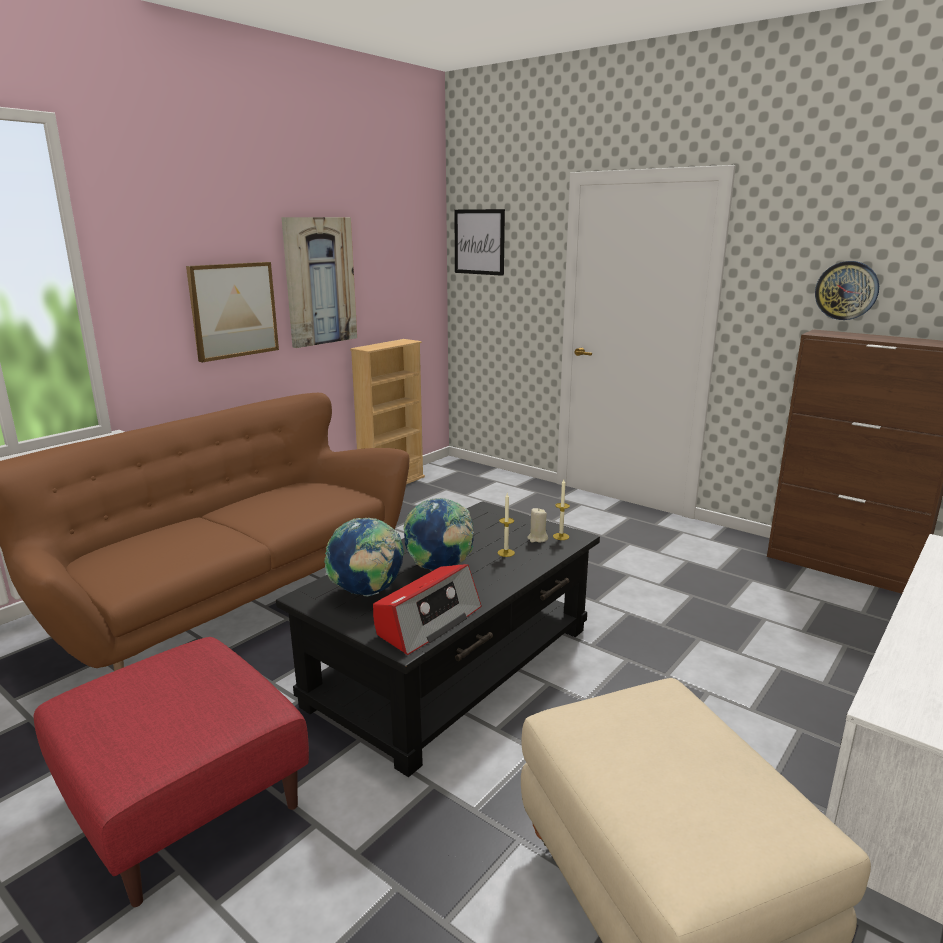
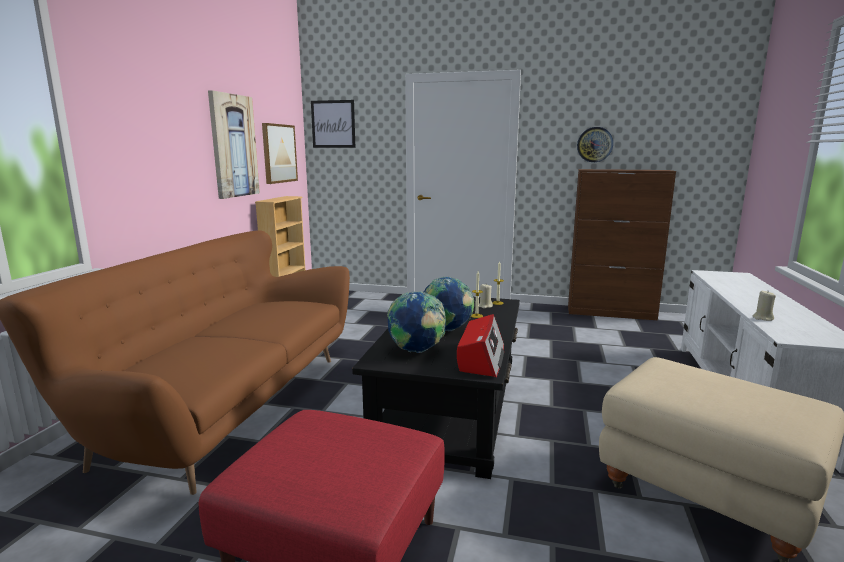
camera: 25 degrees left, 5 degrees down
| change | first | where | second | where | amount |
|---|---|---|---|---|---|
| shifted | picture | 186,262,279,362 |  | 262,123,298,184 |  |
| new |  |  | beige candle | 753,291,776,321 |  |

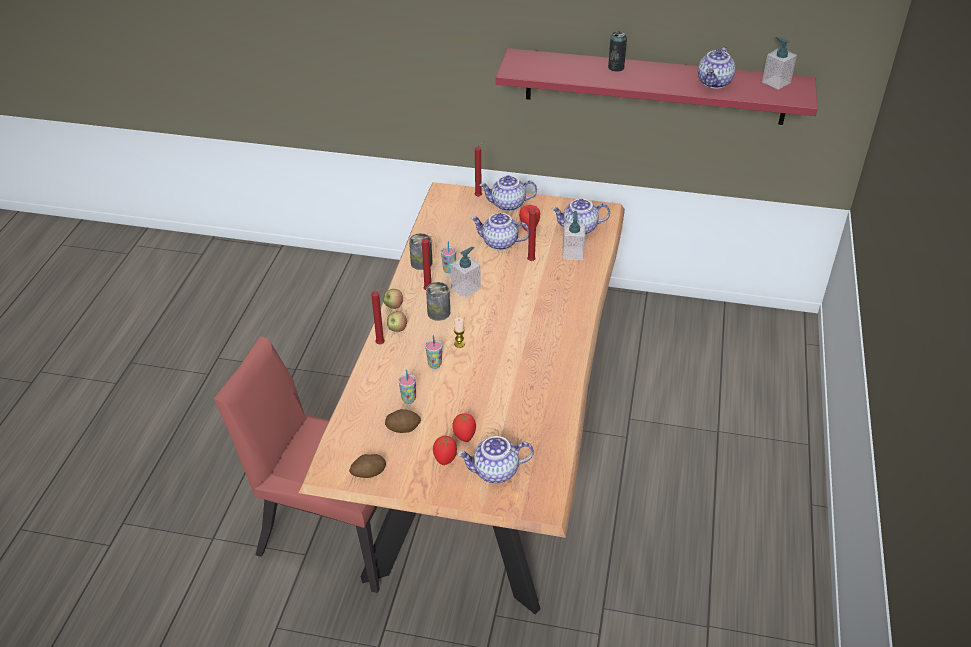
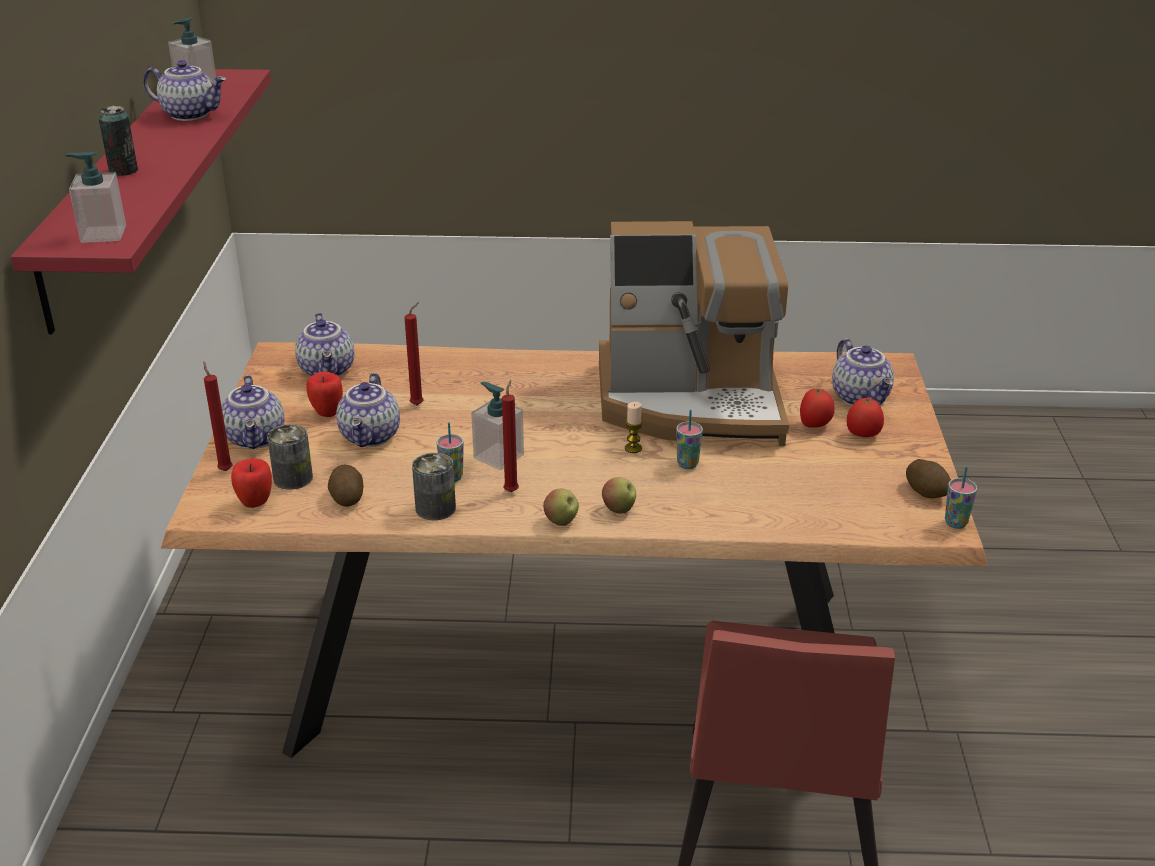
camera: 100 degrees left, 10 degrees down
| change | first | where | second | where | amount |
|---|---|---|---|---|---|
| shifted | soap dispenser | 563,211,585,260 |  | 66,151,126,243 |  |
| shifted | can | 426,282,450,321 |  | 267,424,313,490 |  |
| gone | red candle | 371,288,385,344 |  |  |  |
| shifted | cup | 399,370,416,404 |  | 945,466,977,529 |  |
| shifted | potato | 385,409,421,433 |  | 328,465,364,507 |  |
| new |  |  | coffee machine | 599,221,789,446 |  |
| new |  |  | apple | 231,458,272,508 |  |

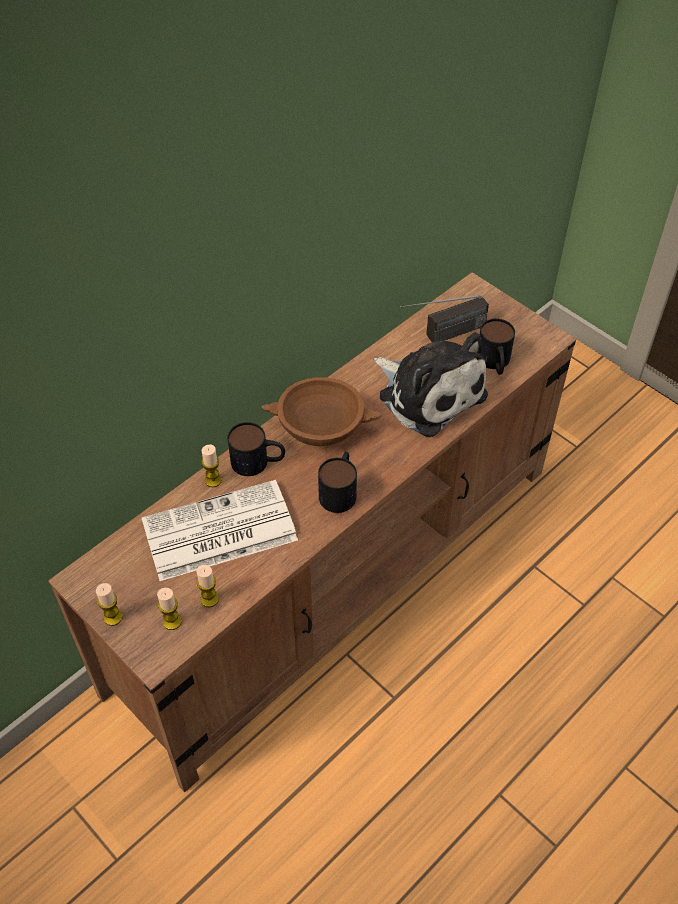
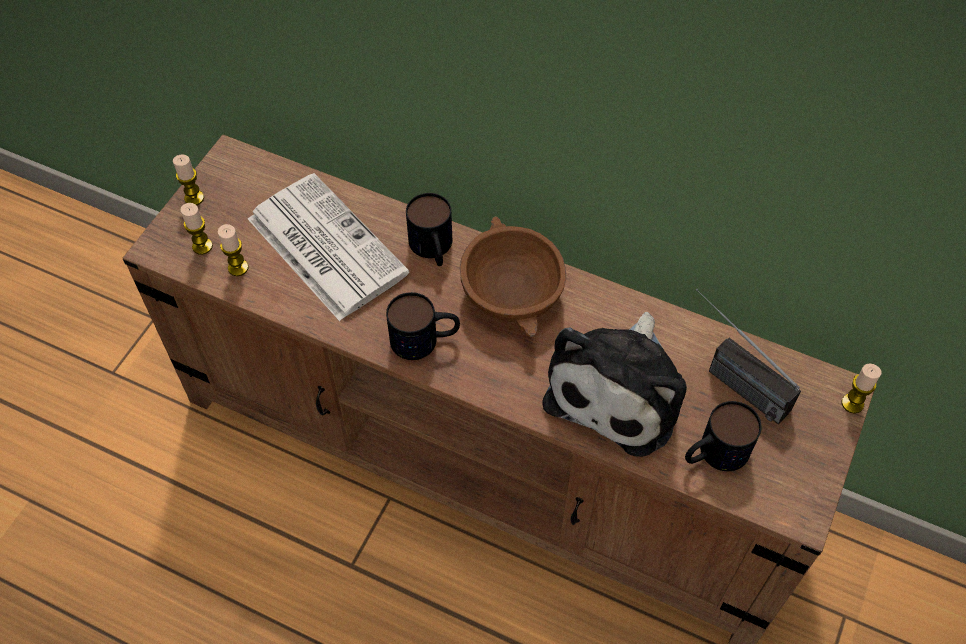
camera: 70 degrees right, 5 degrees up
| change | first | where | second | where | amount |
|---|---|---|---|---|---|
| shifted | candle | 201,445,222,487 |  | 842,364,881,414 |  |

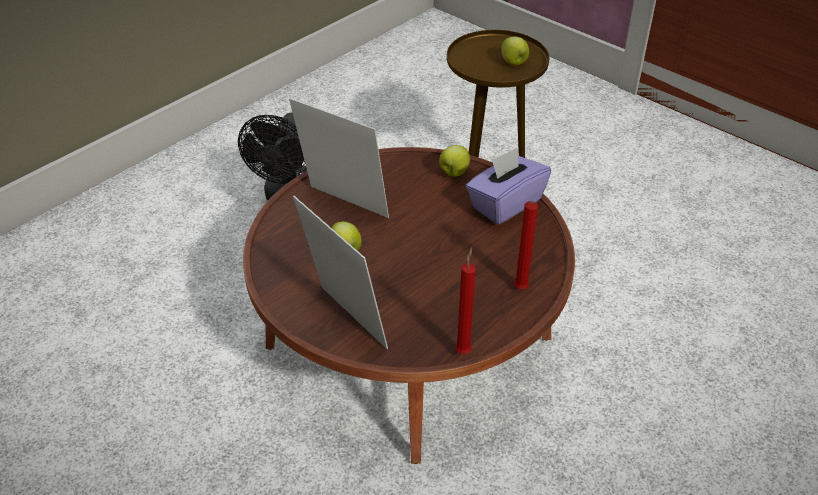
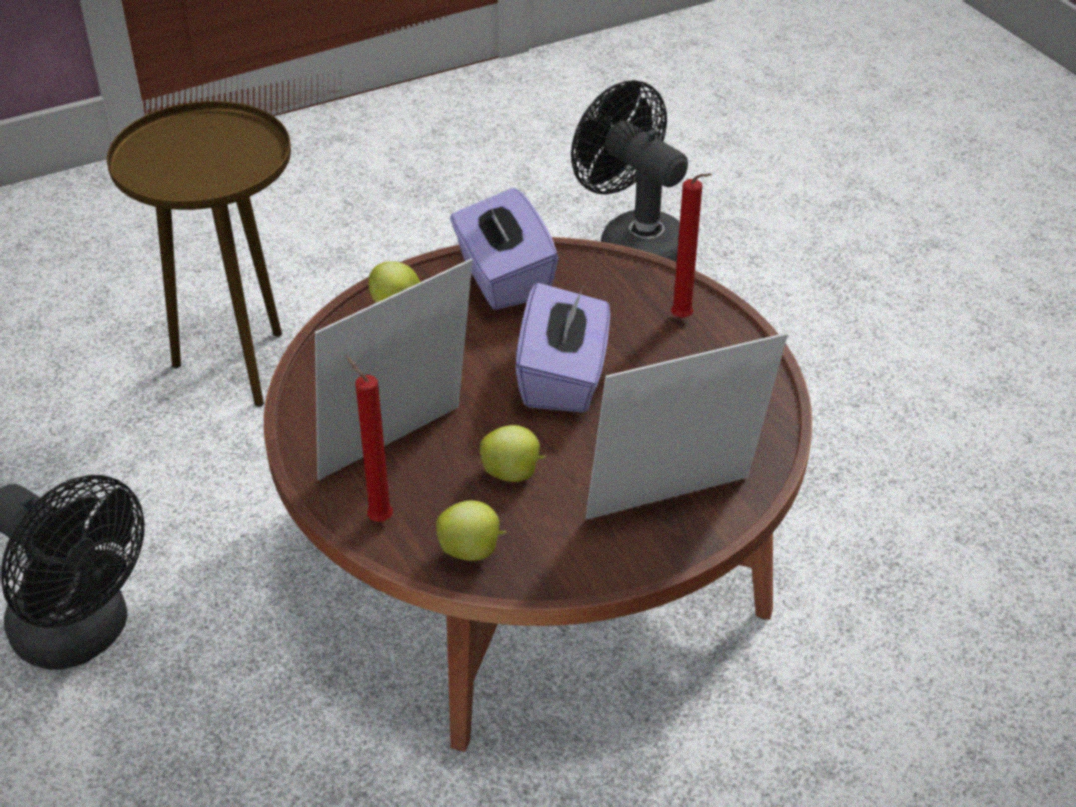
camera: 70 degrees left, 0 degrees up
| change | first | where | second | where | amount |
|---|---|---|---|---|---|
| shifted | apple | 501,37,529,65 |  | 436,500,507,561 |  |
| shifted | red candle | 455,247,476,354 |  | 346,356,393,522 |  |
| new |  |  | black fan | 571,80,688,262 |  |
| new |  |  | purple tissue box | 516,283,610,412 |  |

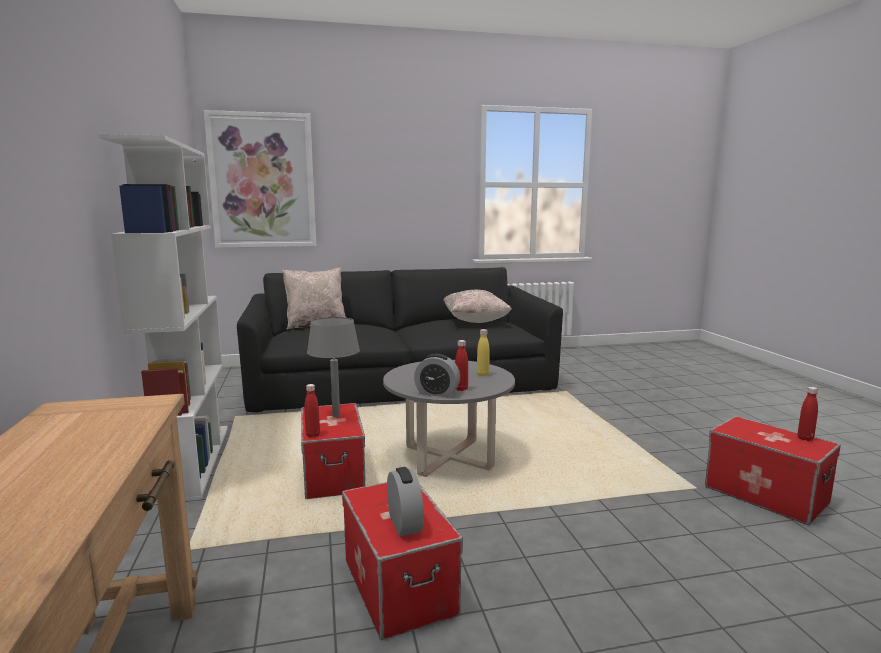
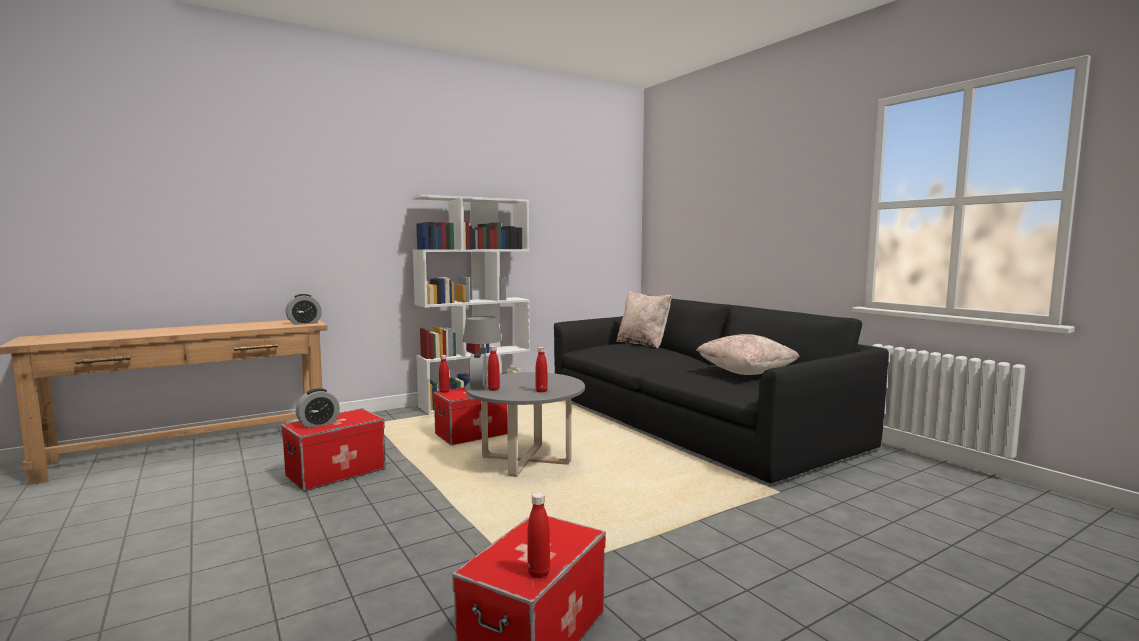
camera: 70 degrees right, 5 degrees down
| change | first | where | second | where | amount |
|---|---|---|---|---|---|
| gone | picture | 204,110,316,248 |  |  |  |
| repainted | yellow bottle | 477,329,490,376 | red bottle | 536,347,548,392 |  |
| new |  |  | alarm clock | 286,294,322,325 |  |

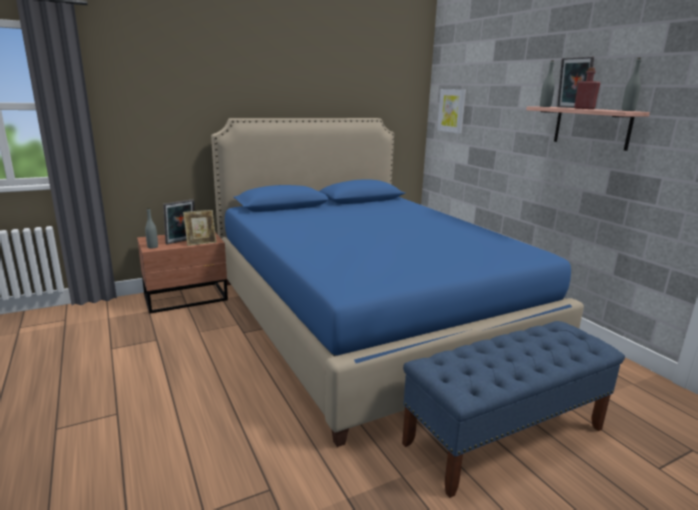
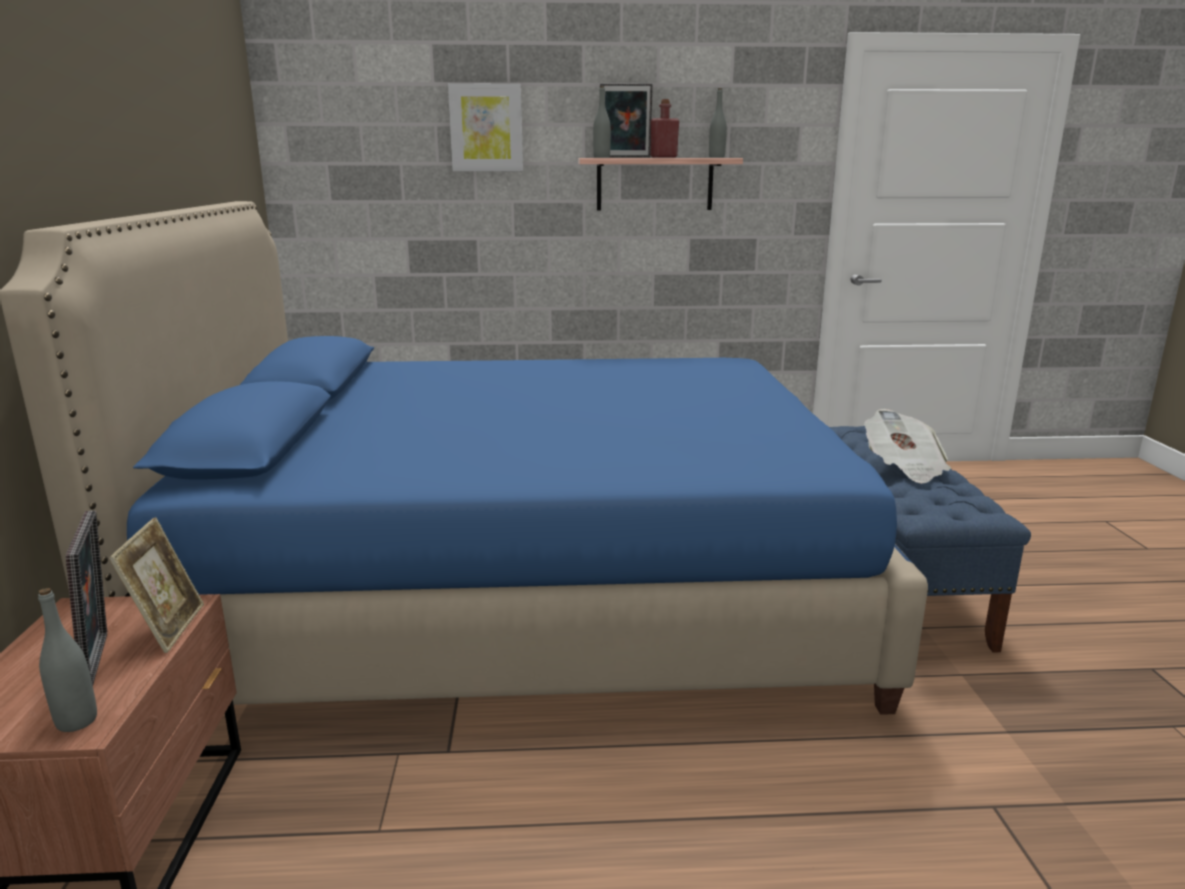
camera: 65 degrees left, 0 degrees up
| change | first | where | second | where | amount |
|---|---|---|---|---|---|
| shifted | picture | 437,89,466,134 |  | 448,83,523,171 |  |
| new |  |  | newspaper | 864,409,951,484 |  |

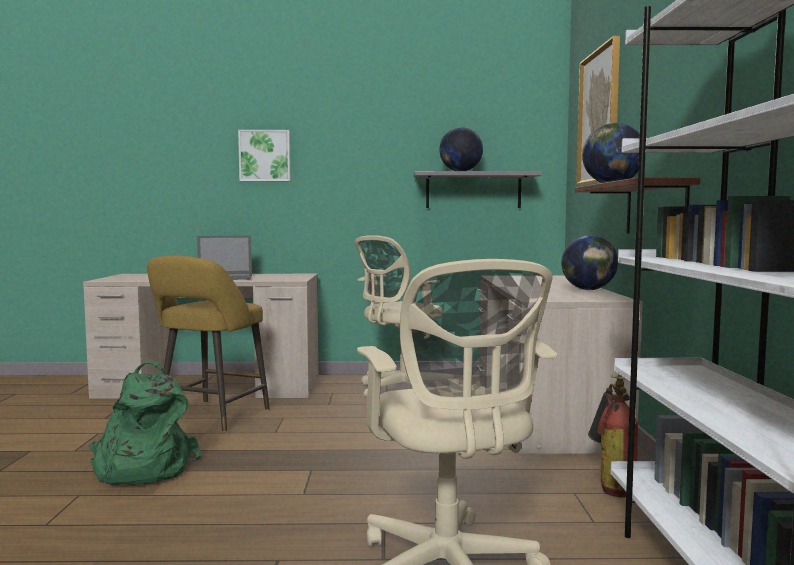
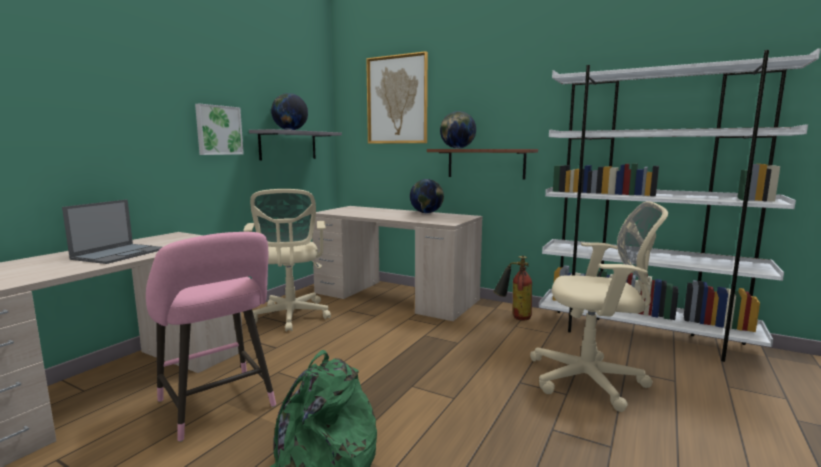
camera: 60 degrees left, 5 degrees up
| change | first | where | second | where | amount |
|---|---|---|---|---|---|
| shifted | picture | 238,130,291,181 |  | 195,104,244,155 |  |
| repainted | yellow stool | 147,256,270,432 | pink stool | 146,232,276,442 |  |

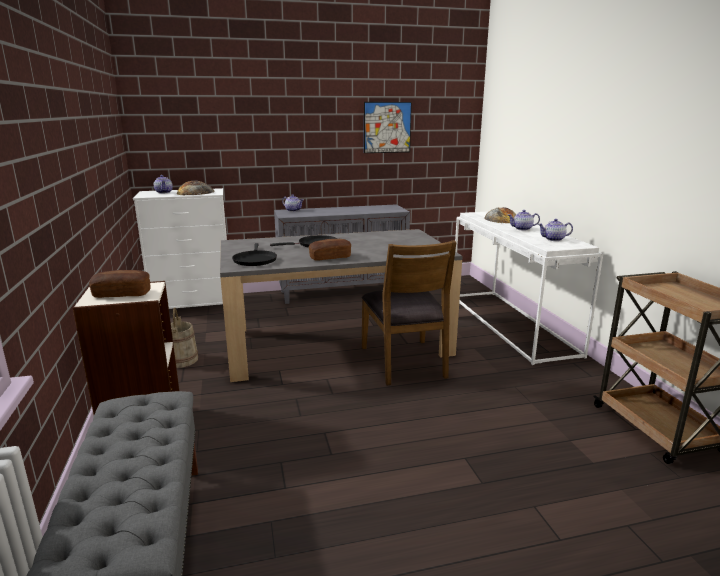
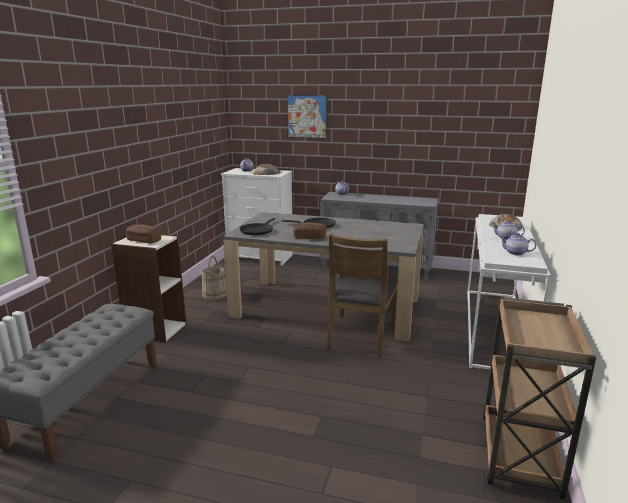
camera: 30 degrees right, 0 degrees up
| change | first | where | second | where | amount |
|---|---|---|---|---|---|
| shifted | picture | 364,102,412,153 |  | 287,95,327,139 |  |

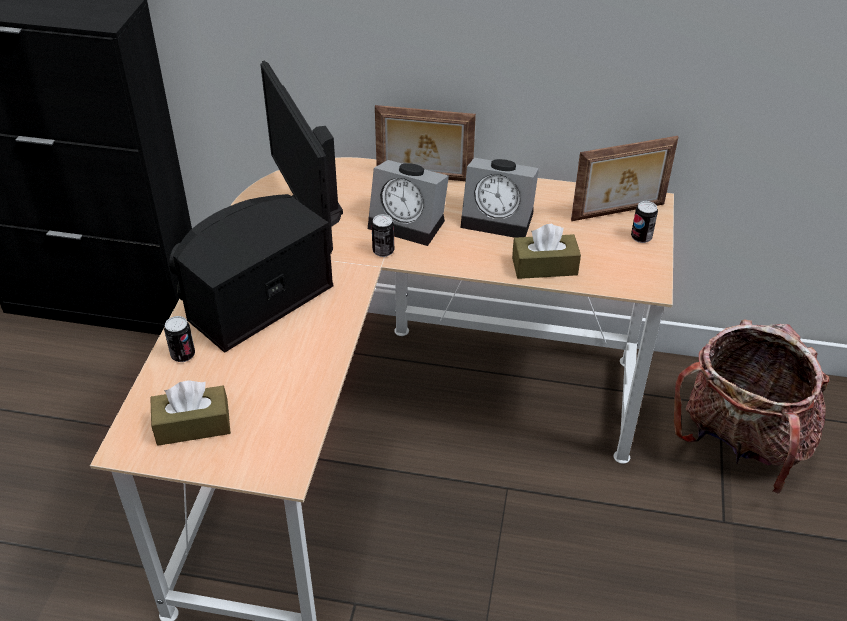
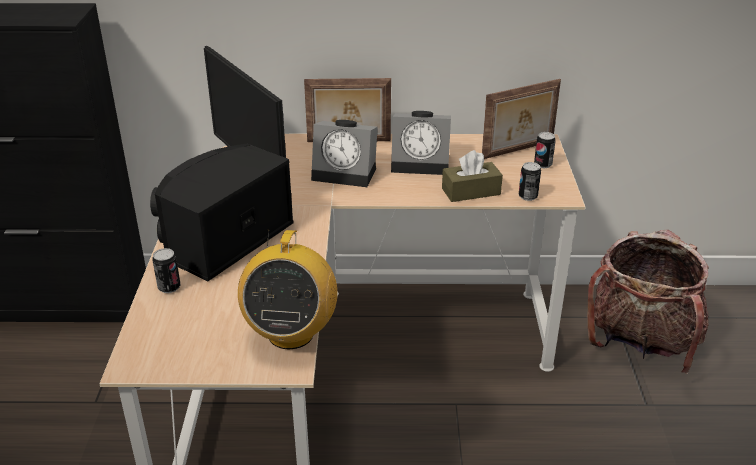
camera: 10 degrees left, 10 degrees down
| change | first | where | second | where | amount |
|---|---|---|---|---|---|
| shifted | can | 371,214,394,257 |  | 519,162,541,201 |  |
| gone | brown tissue box | 150,380,231,446 |  |  |  |
| new |  |  | radio | 238,230,337,349 |  |

